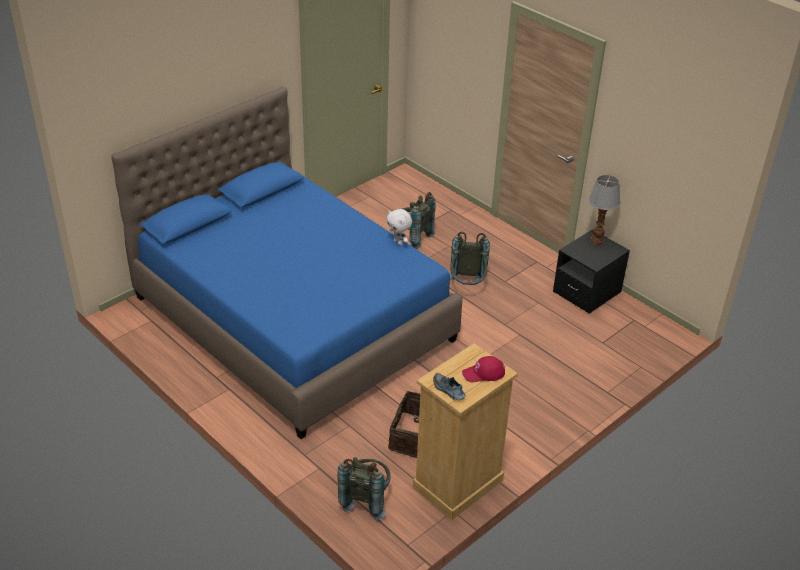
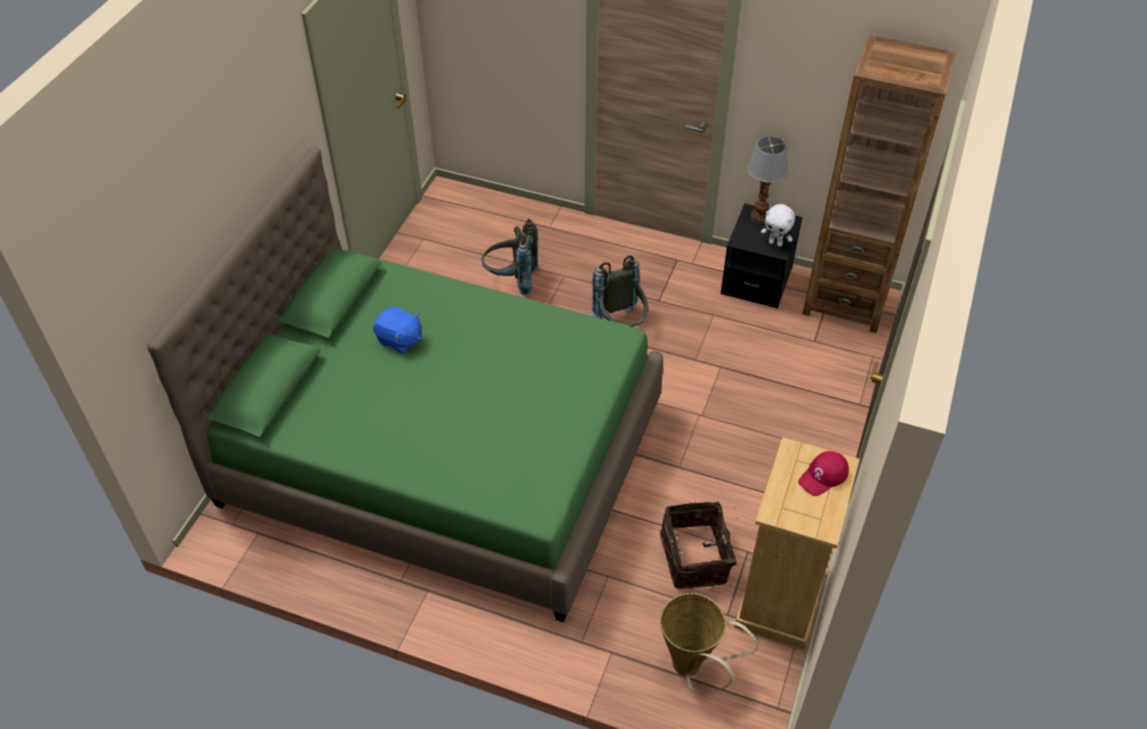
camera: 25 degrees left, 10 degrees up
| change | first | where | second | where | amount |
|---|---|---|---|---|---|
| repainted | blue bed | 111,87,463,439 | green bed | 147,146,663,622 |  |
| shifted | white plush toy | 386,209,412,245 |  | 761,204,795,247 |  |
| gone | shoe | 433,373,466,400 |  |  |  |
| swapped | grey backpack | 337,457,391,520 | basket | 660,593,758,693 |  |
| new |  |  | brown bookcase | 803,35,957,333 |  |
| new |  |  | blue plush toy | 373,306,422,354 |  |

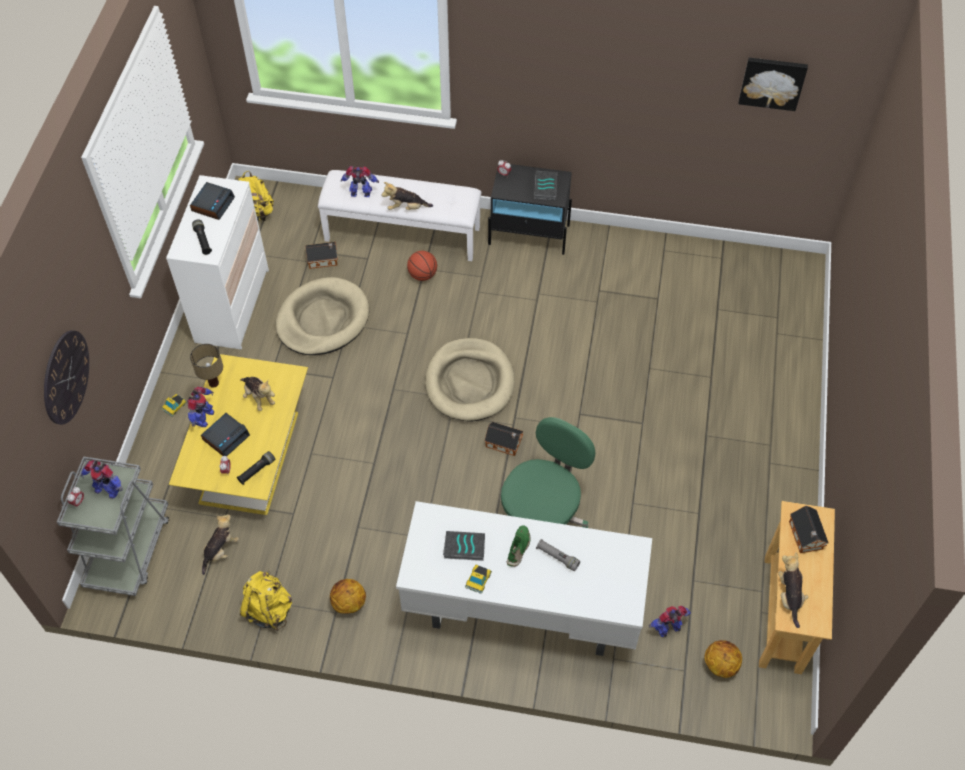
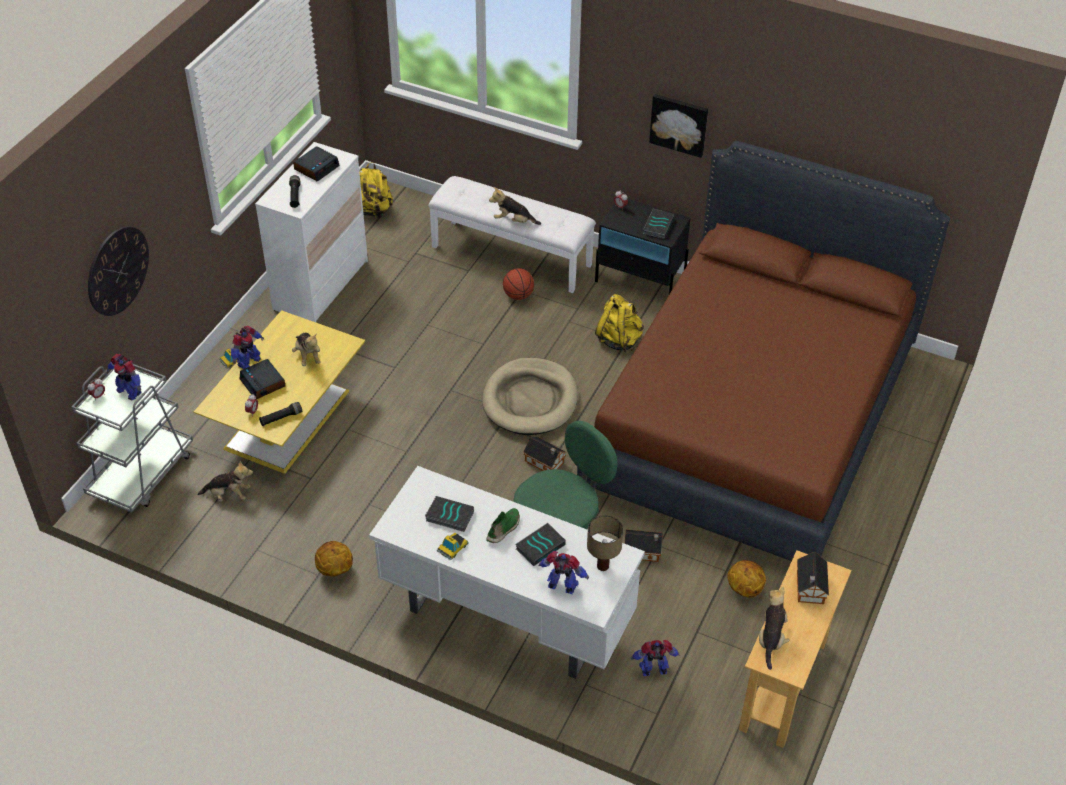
camera: 15 degrees right, 10 degrees down
| change | first | where | second | where | amount |
|---|---|---|---|---|---|
| shifted | picture | 738,58,808,111 |  | 649,94,708,158 |  |
| shifted | toy robot | 341,166,379,197 |  | 539,551,589,594 |  |
| shifted | toy house | 305,242,338,269 |  | 624,530,663,562 |  |
| gone | beige dog bed | 275,277,369,355 |  |  |  |
| shifted | table lamp | 190,344,223,388 |  | 587,515,623,571 |  |
| rotated | alarm clock | 201,413,250,456 |  | 240,359,285,399 | 90 degrees clockwise |
| rotated | plush toy | 202,514,239,575 |  | 198,461,253,500 | 45 degrees clockwise |
| swapped | grey flashlight | 536,539,580,571 | book | 515,523,566,566 |  |
| shifted | yellow backpack | 240,570,292,631 |  | 595,294,644,352 |  |
| shifted | basketball | 704,640,742,678 |  | 727,560,766,598 |  |
| new |  |  | brown bed | 577,141,950,561 |  |

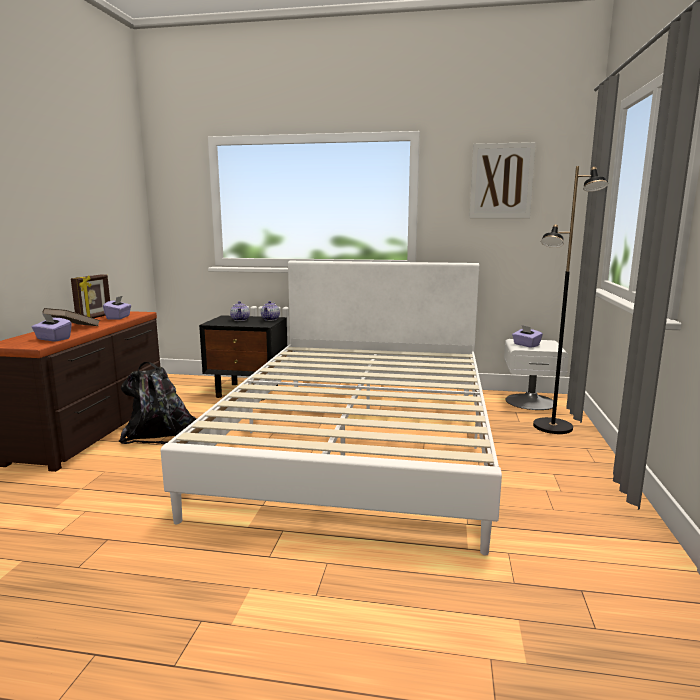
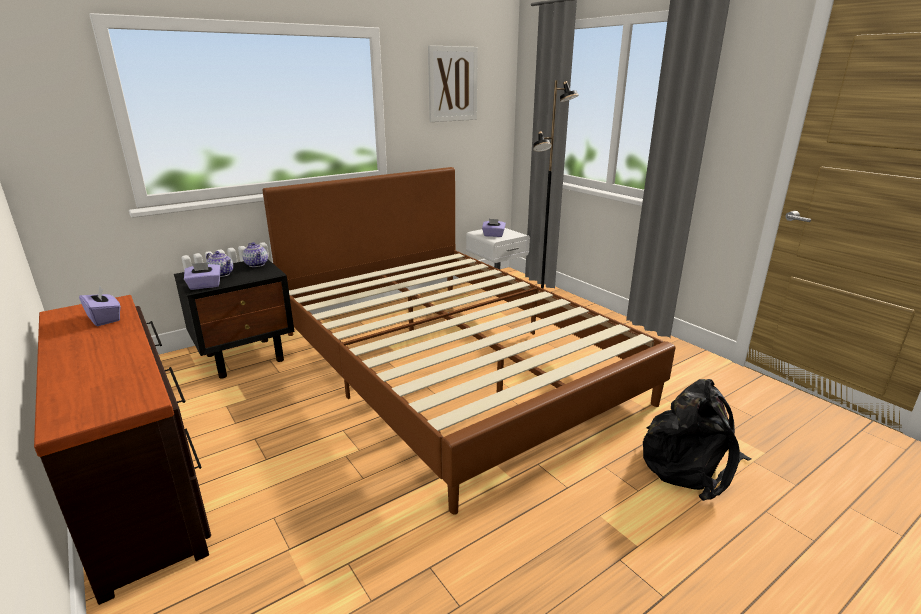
camera: 45 degrees left, 10 degrees up
| change | first | where | second | where | amount |
|---|---|---|---|---|---|
| repainted | white bed | 161,261,502,556 | brown bed | 262,167,676,515 |  |
| gone | picture frame | 71,274,110,318 |  |  |  |
| gone | brown book | 43,308,100,326 |  |  |  |
| shifted | purple tissue box | 32,313,72,342 |  | 184,262,221,290 |  |
| shifted | black backpack | 119,362,197,444 |  | 643,379,751,501 |  |

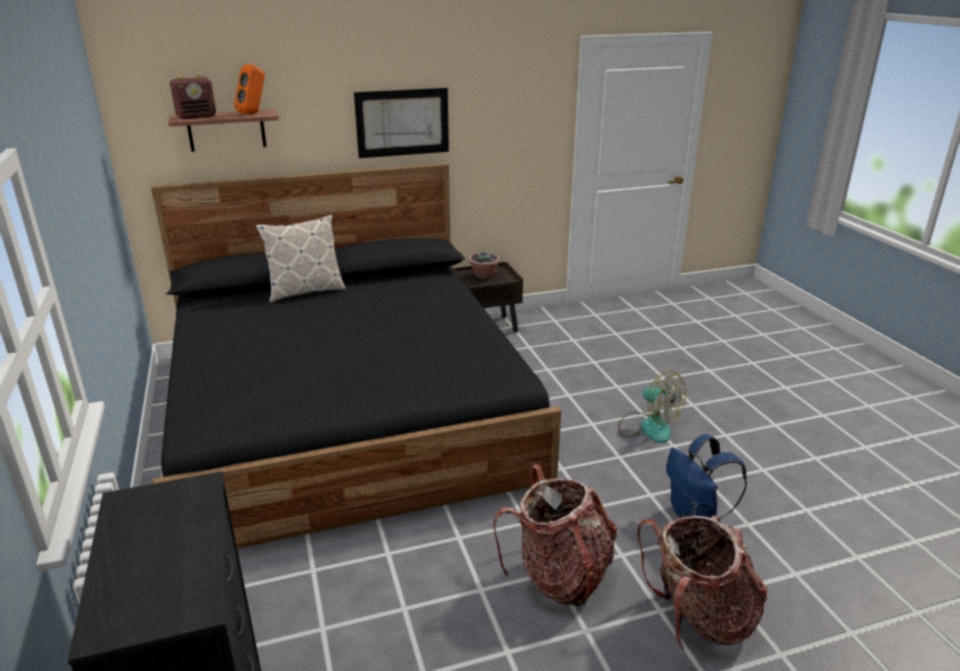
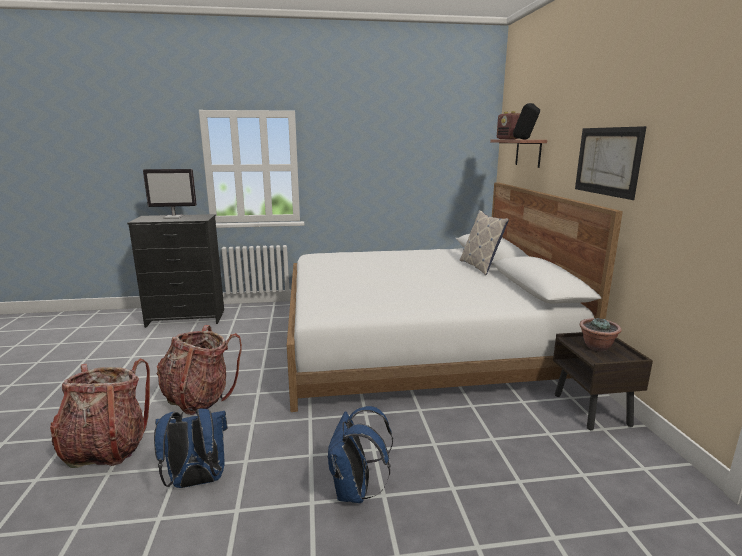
camera: 100 degrees right, 10 degrees down
| change | first | where | second | where | amount |
|---|---|---|---|---|---|
| repainted | orange speaker | 234,64,265,114 | black speaker | 513,103,540,140 |  |
| repainted | black bed | 151,163,561,549 | white bed | 287,182,623,412 |  |
| swapped | fan | 618,371,686,443 | blue backpack | 328,406,393,503 |  |
| new |  |  | monitor | 143,169,197,219 |  |

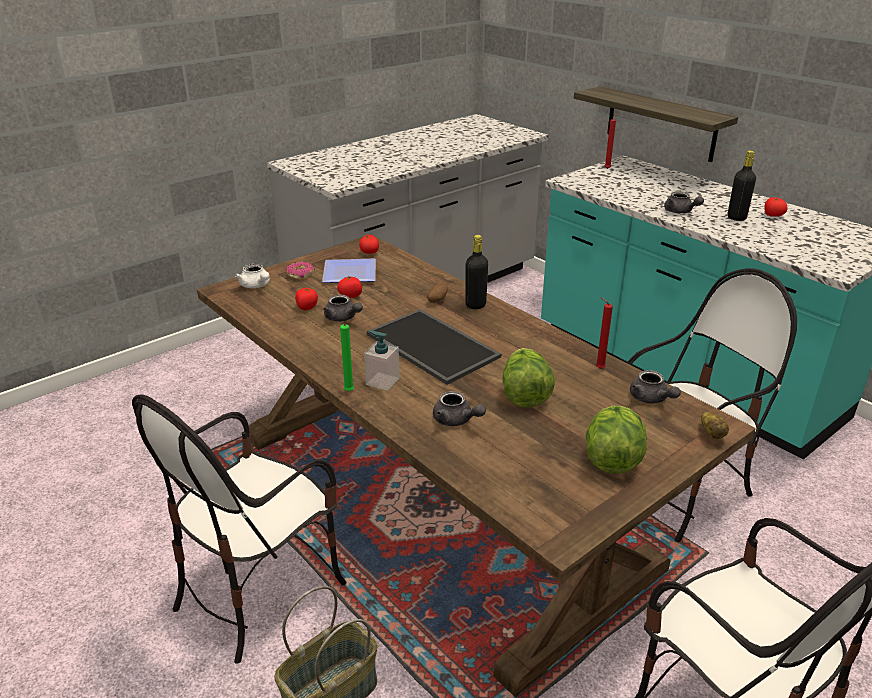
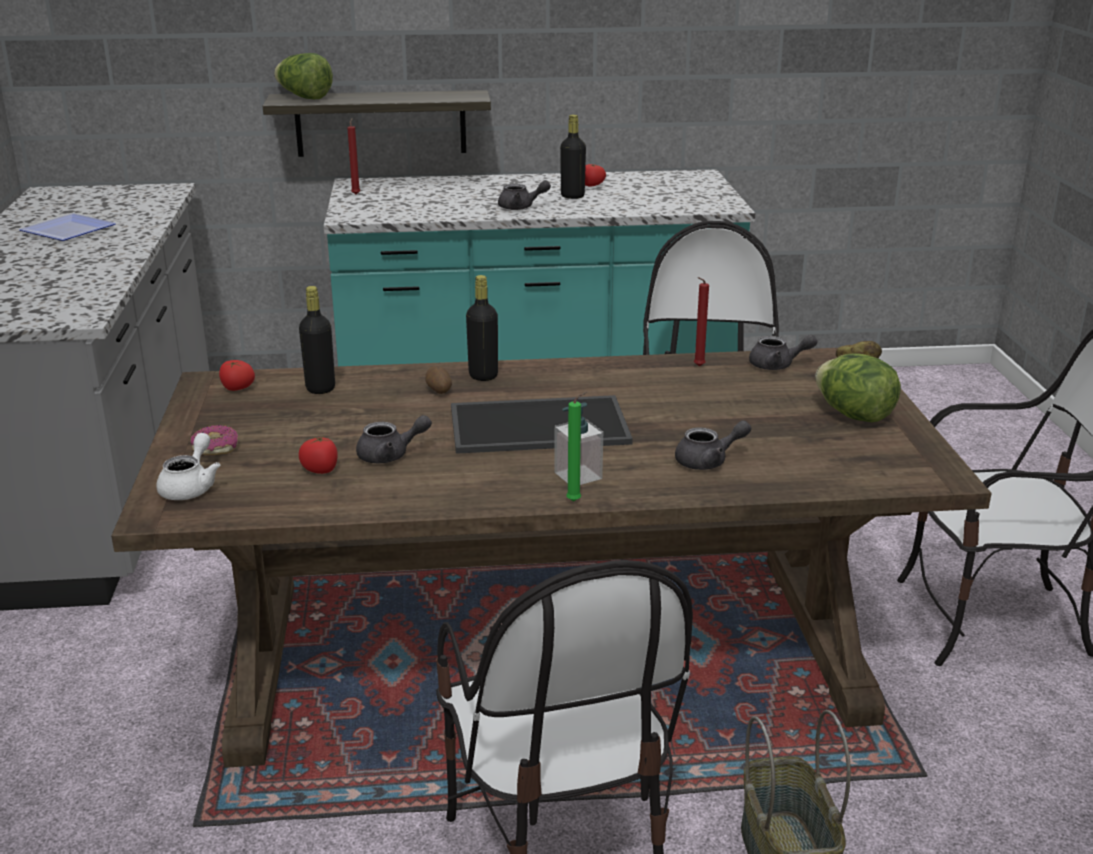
camera: 55 degrees left, 5 degrees down
| change | first | where | second | where | amount |
|---|---|---|---|---|---|
| shifted | plate | 322,259,376,283 |  | 19,213,116,241 |  |
| rotated | white teapot | 235,264,270,288 |  | 156,433,220,500 | 75 degrees counterclockwise |
| gone | tomato | 337,275,362,298 |  |  |  |
| shifted | lettuce | 502,348,555,408 |  | 274,53,333,99 |  |
| new |  |  | black bottle | 299,286,335,394 |  |

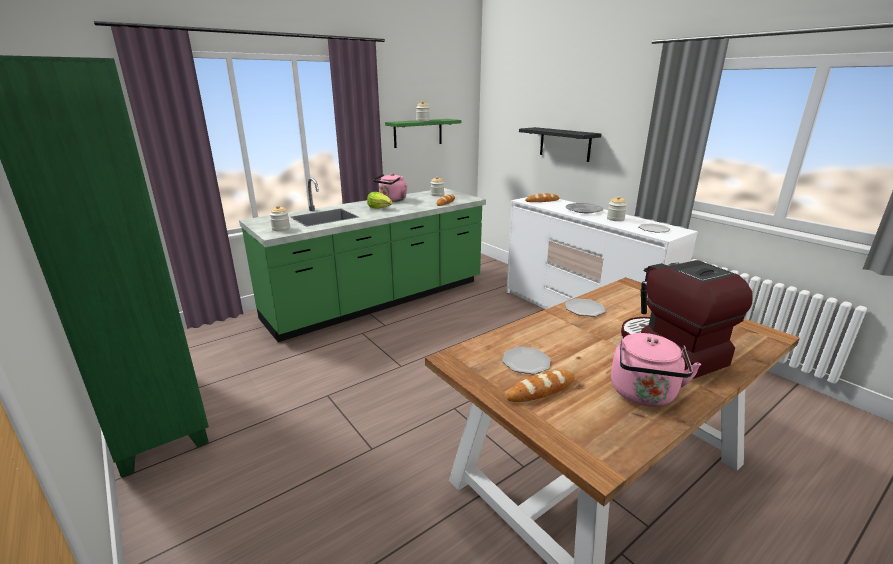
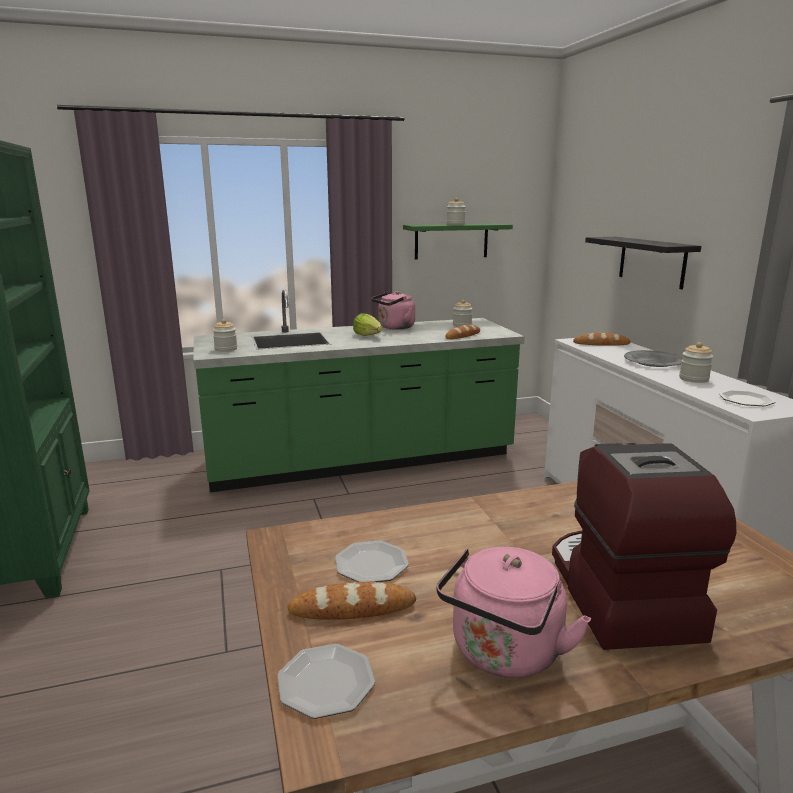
camera: 20 degrees right, 5 degrees down
| change | first | where | second | where | amount |
|---|---|---|---|---|---|
| shifted | plate | 565,298,605,317 |  | 277,644,375,719 |  |

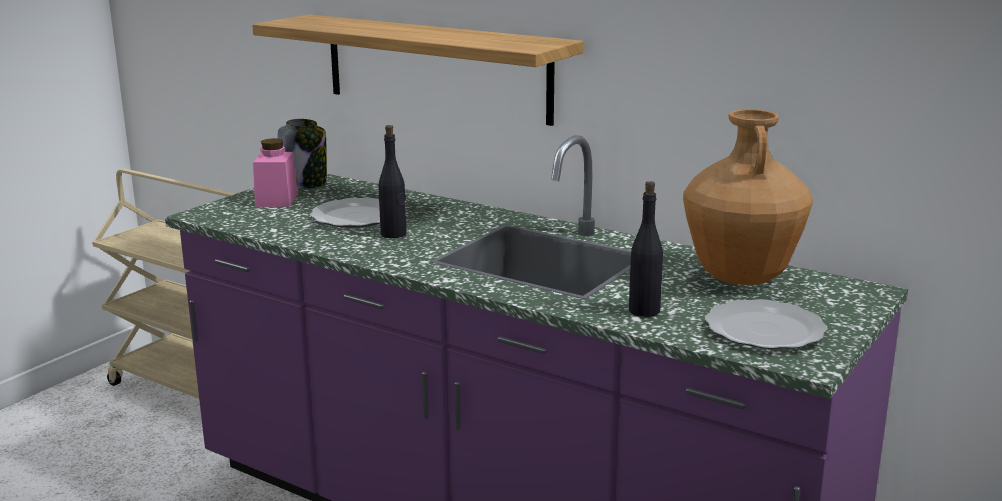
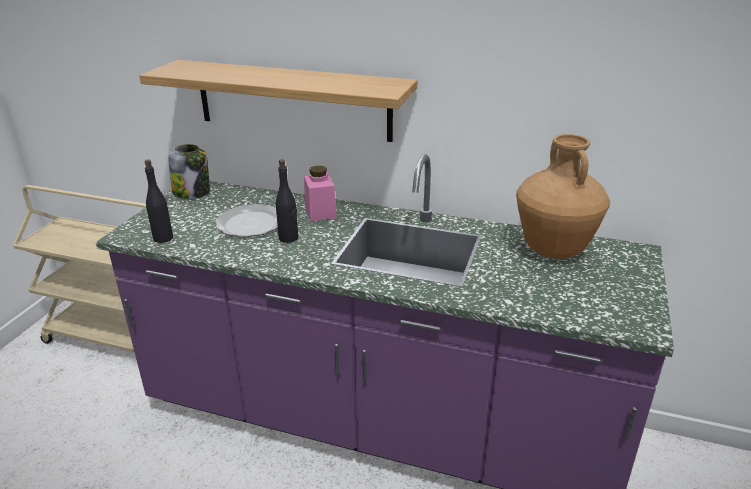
camera: 15 degrees left, 10 degrees up
| change | first | where | second | where | amount |
|---|---|---|---|---|---|
| shifted | pink jar | 253,138,298,207 |  | 304,166,337,221 |  |
| shifted | black bottle | 629,181,663,317 |  | 145,160,173,243 |  |
| gone | plate | 705,299,828,349 |  |  |  |

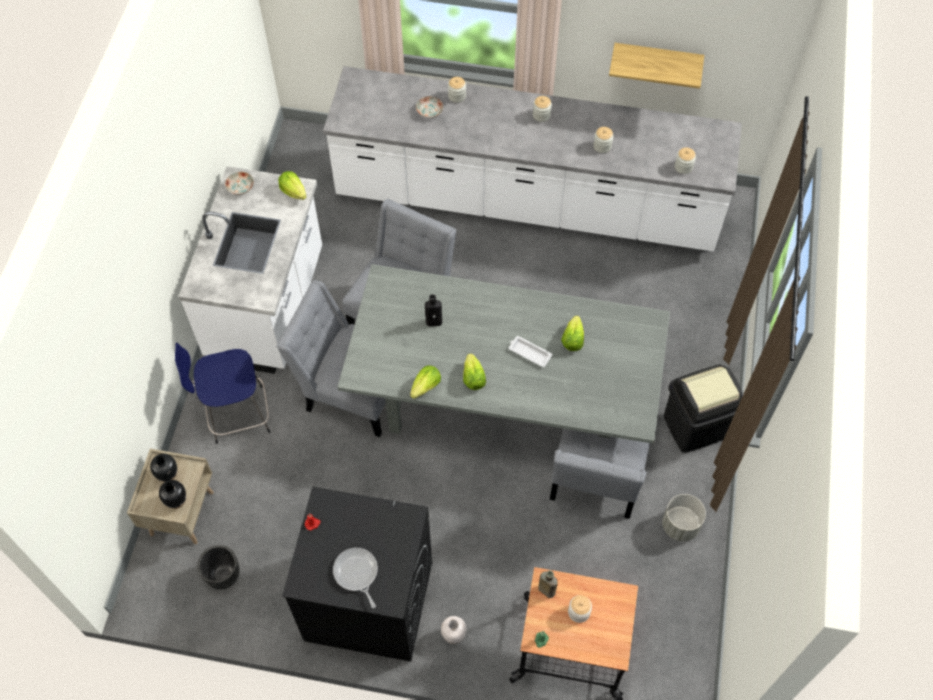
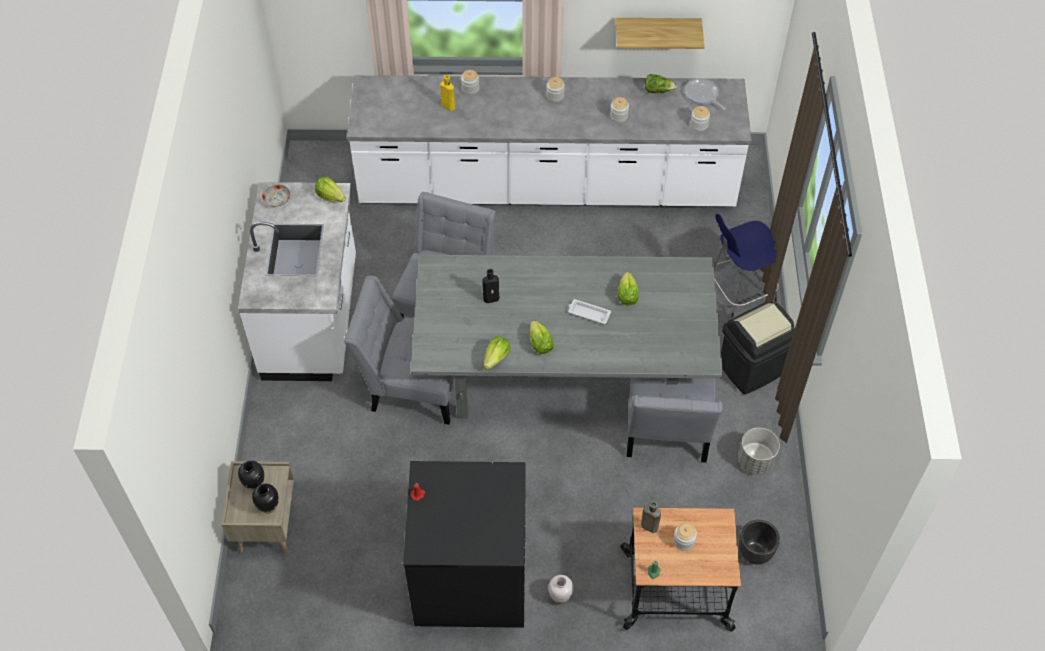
camera: 10 degrees left, 5 degrees down
| change | first | where | second | where | amount |
|---|---|---|---|---|---|
| swapped | plate | 416,96,443,118 | yellow bottle | 440,75,455,111 |  |
| shifted | blue stool | 175,342,270,444 |  | 714,214,779,318 |  |
| shifted | black planter | 197,545,240,590 |  | 739,520,780,565 |  |
| shifted | frying pan | 333,548,378,608 |  | 685,78,726,110 |  |
| new |  |  | lettuce | 645,74,677,93 |  |

